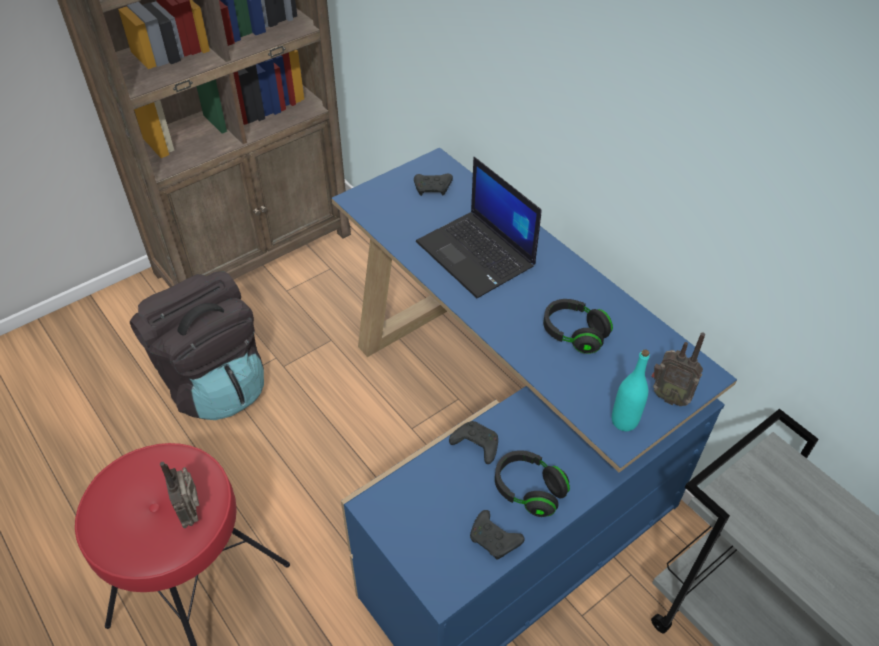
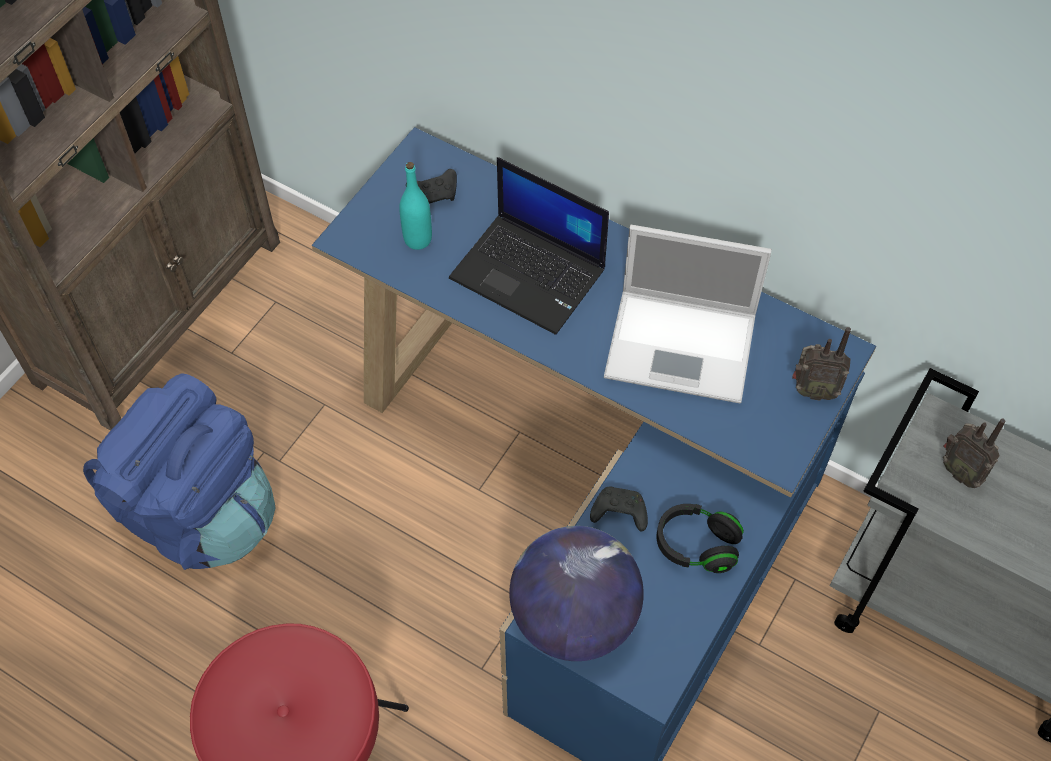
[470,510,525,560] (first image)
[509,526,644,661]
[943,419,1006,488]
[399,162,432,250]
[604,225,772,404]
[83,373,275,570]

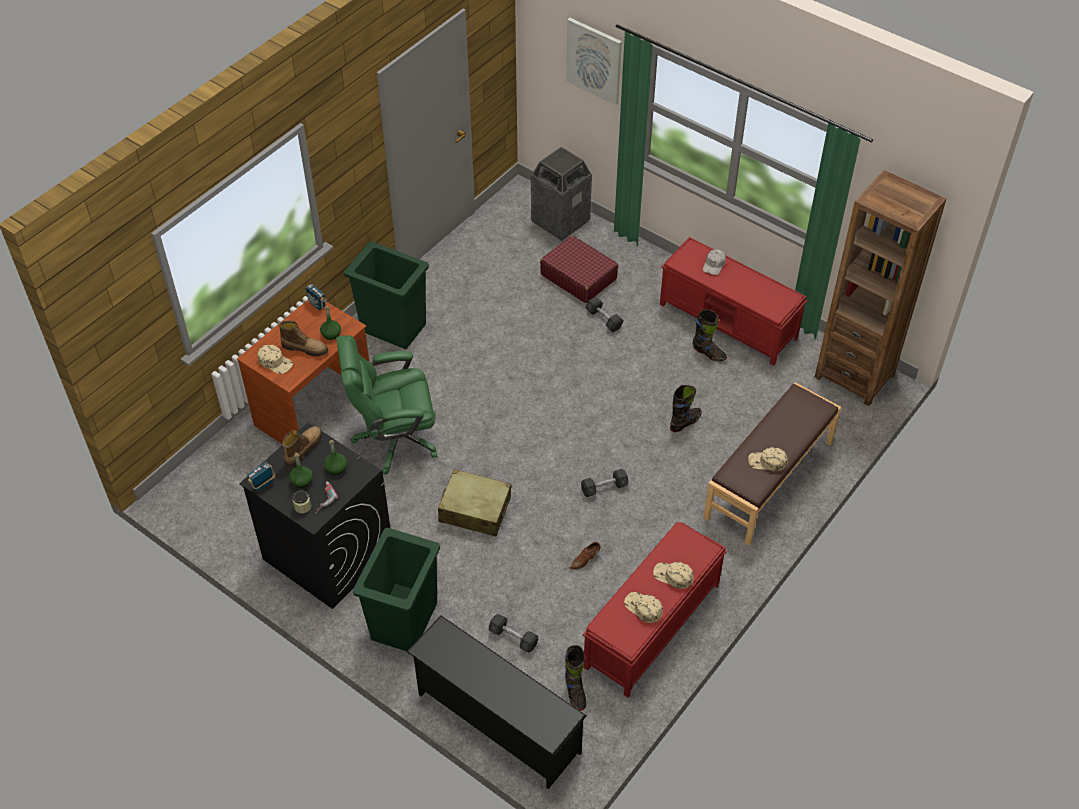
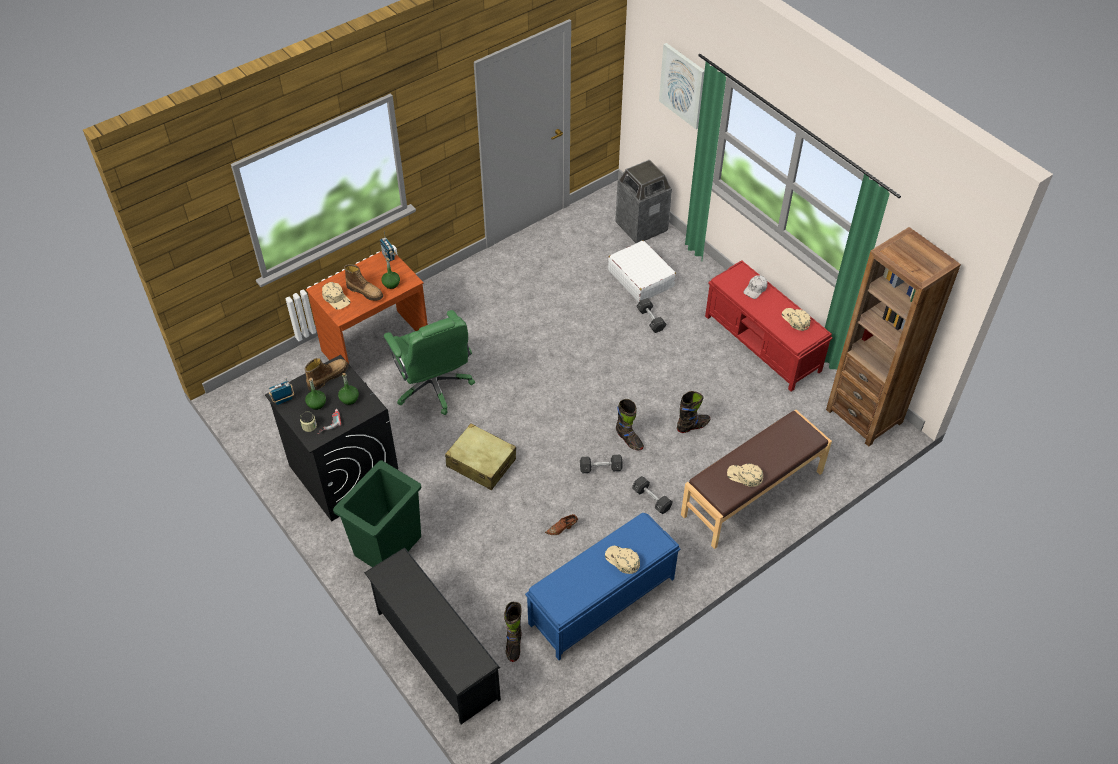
[344,242,429,349] (first image)
[632,476,673,514]
[782,308,811,331]
[616,399,644,450]
[608,241,676,302]
[525,513,680,660]
[384,310,475,415]

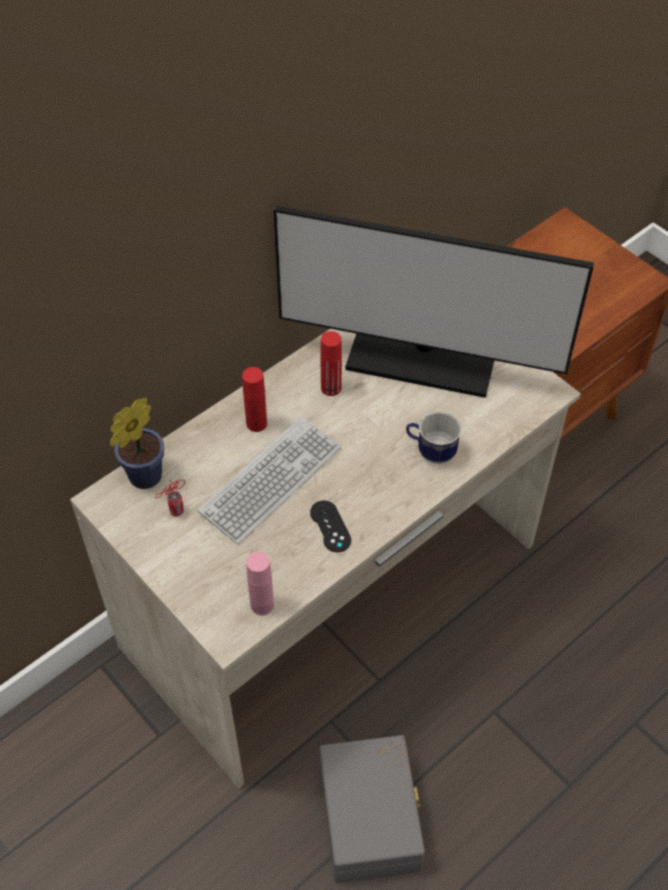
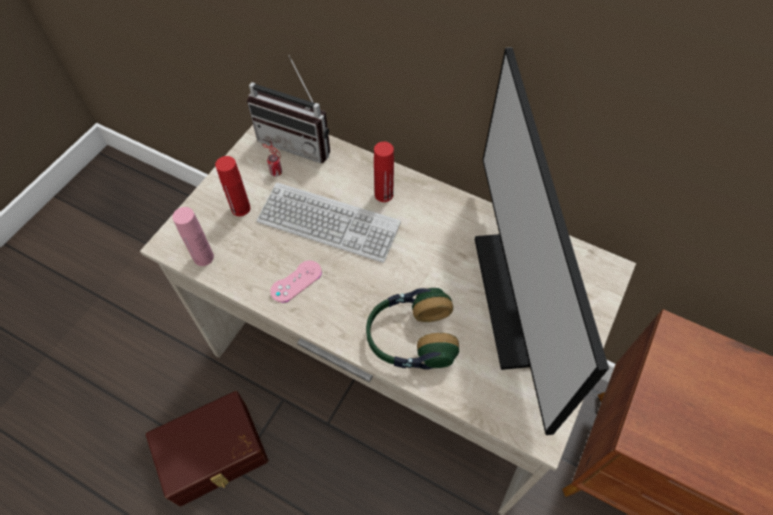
[215,156,251,216]
[247,55,330,163]
[366,288,459,369]
[270,260,322,303]
[146,391,268,507]

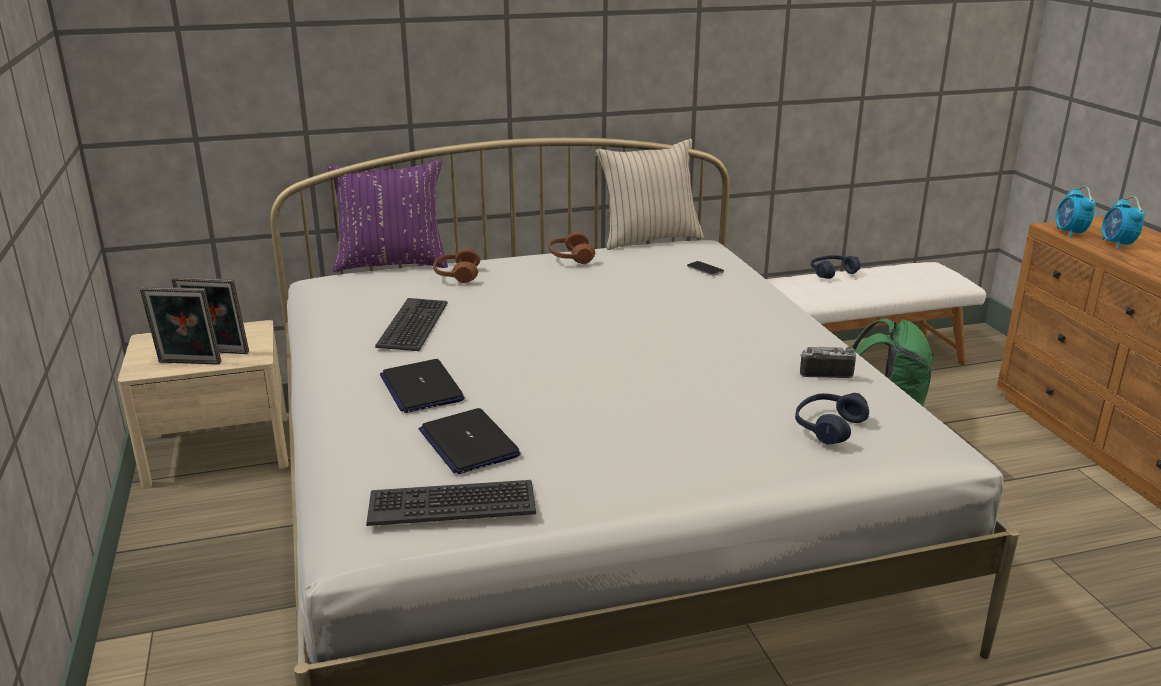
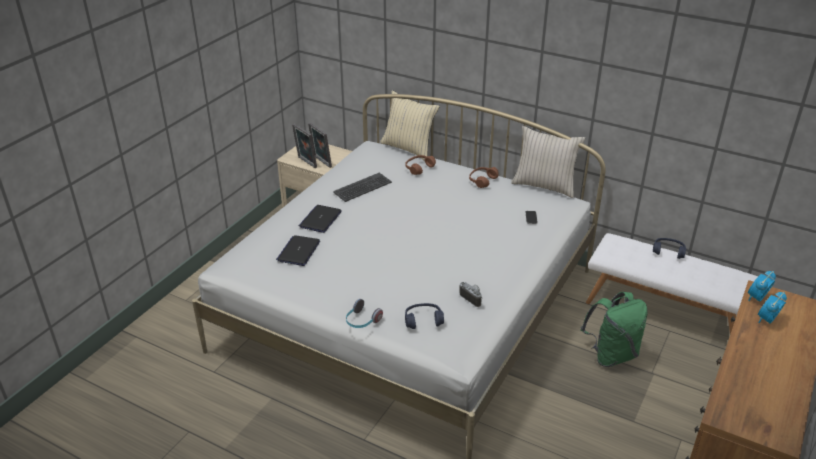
[366,480,536,526] (first image)
[346,299,383,328]
[380,90,440,161]

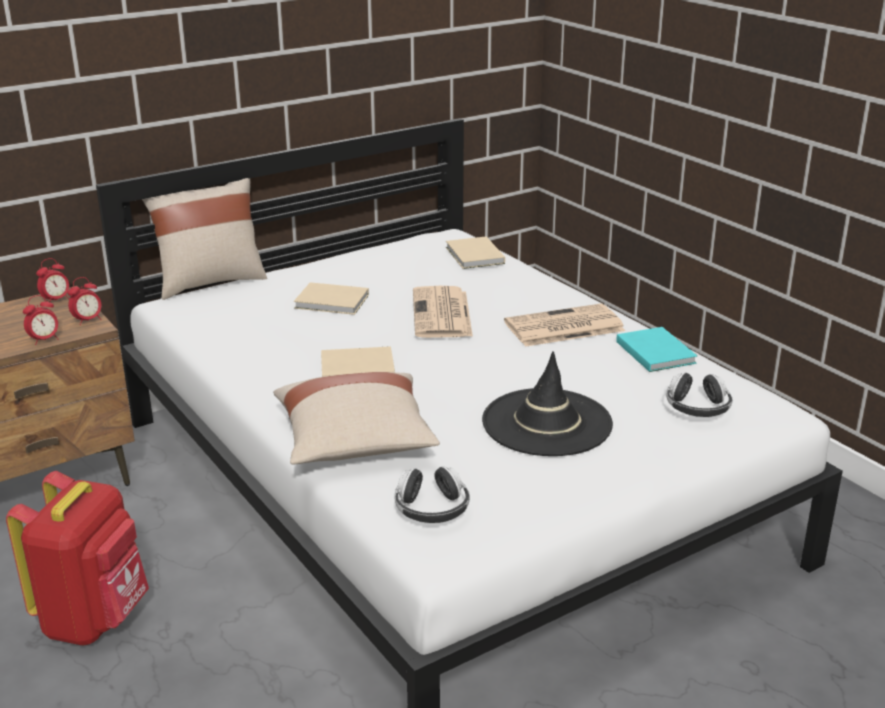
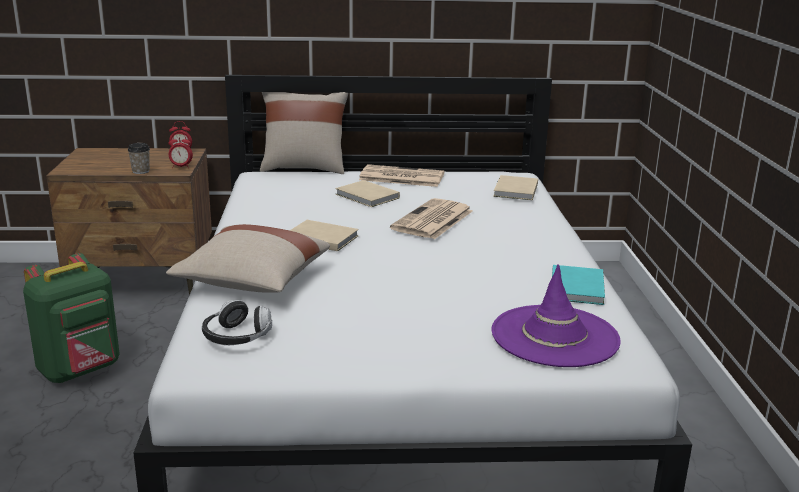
[482,351,613,456] (first image)
[359,164,444,187]
[127,143,150,174]
[491,264,621,367]
[23,253,120,383]

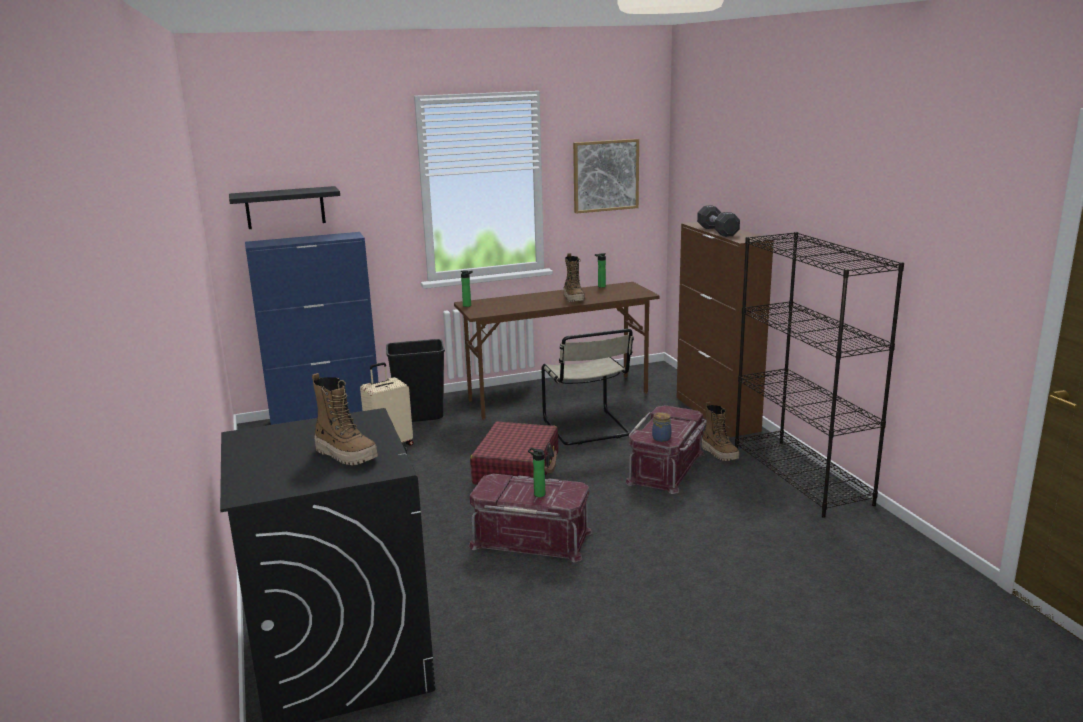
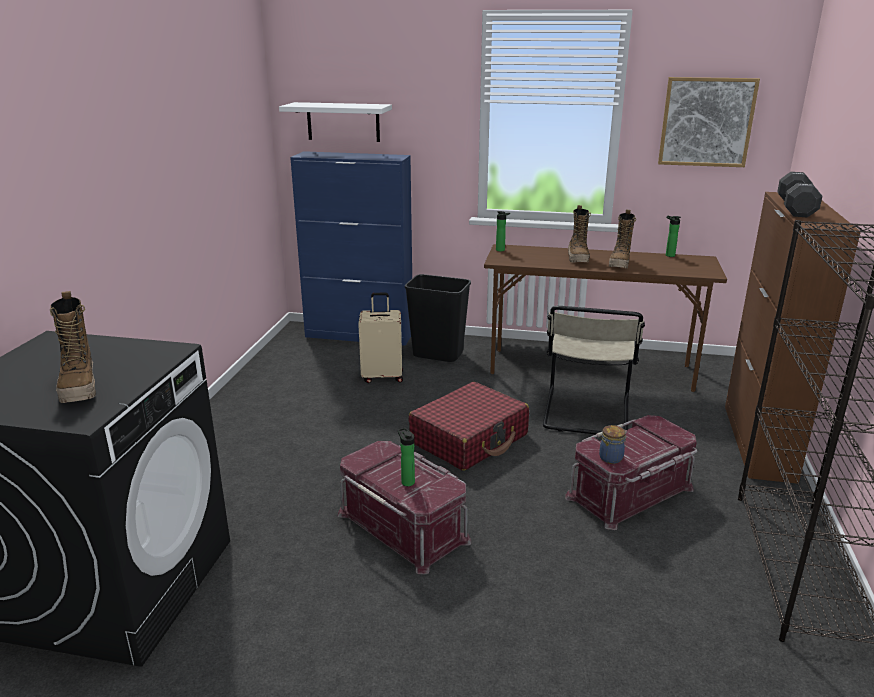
[568,205,591,263]
[279,102,392,142]

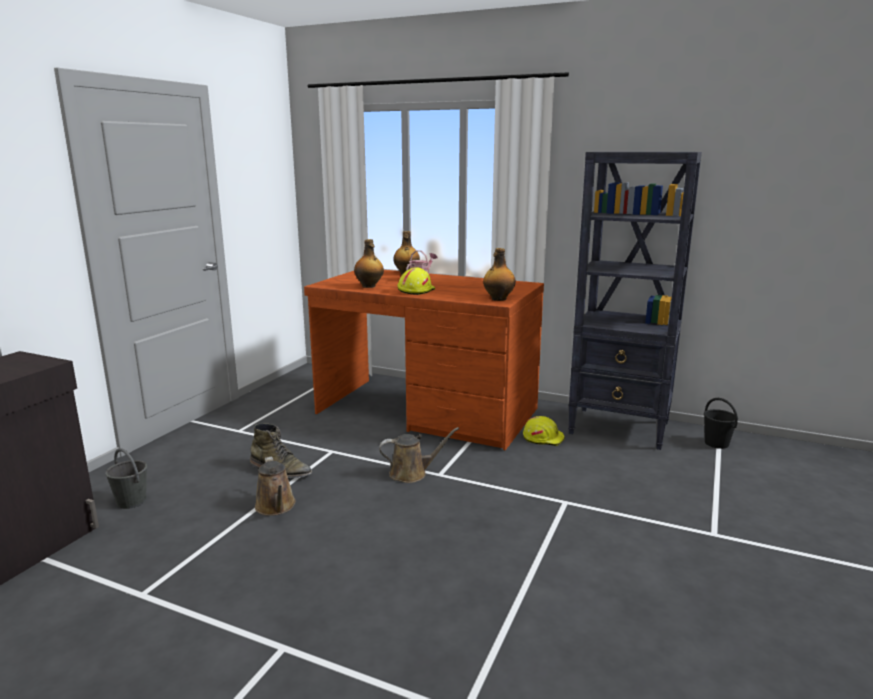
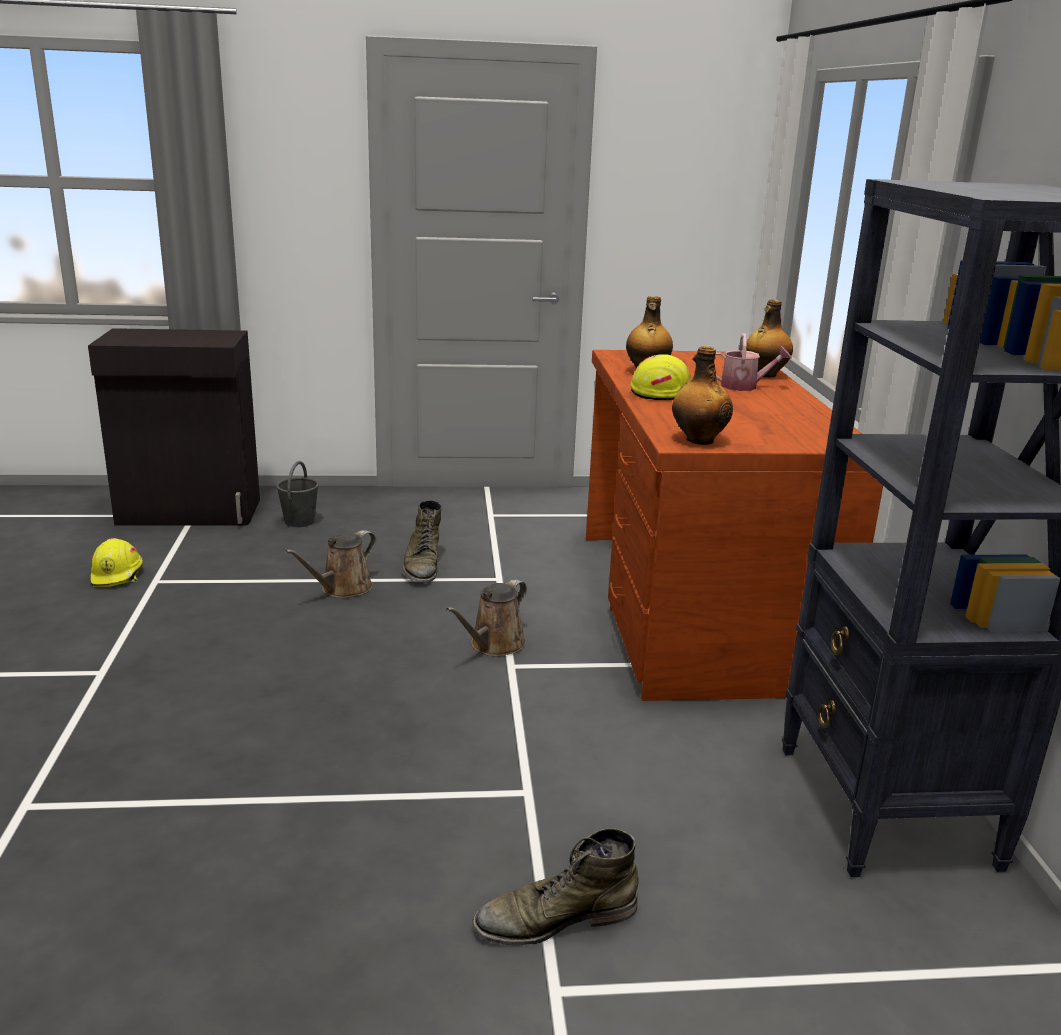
[704,398,738,449] (first image)
[473,828,639,946]
[90,538,143,587]
[446,579,527,656]

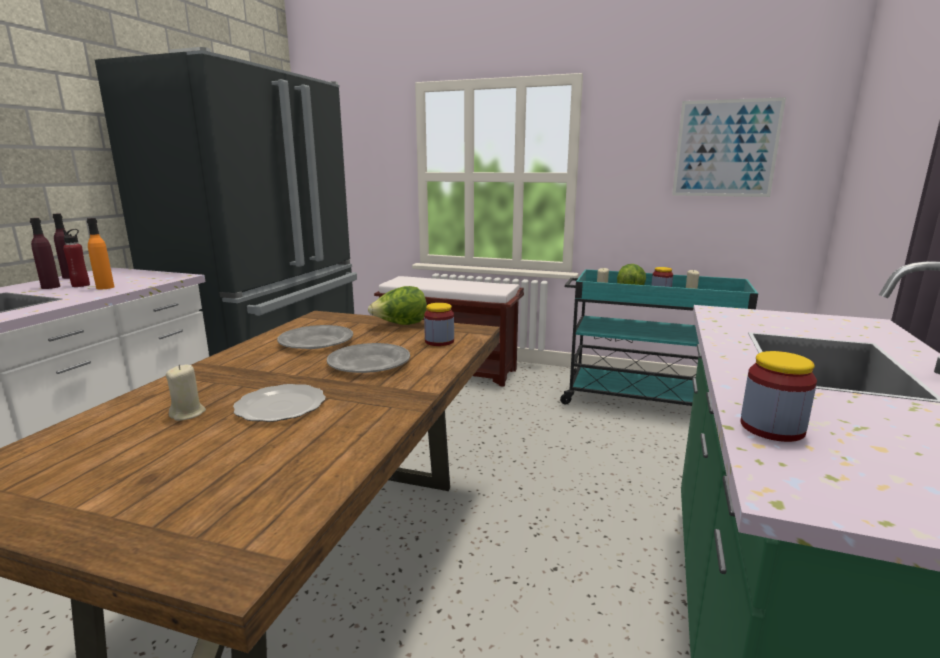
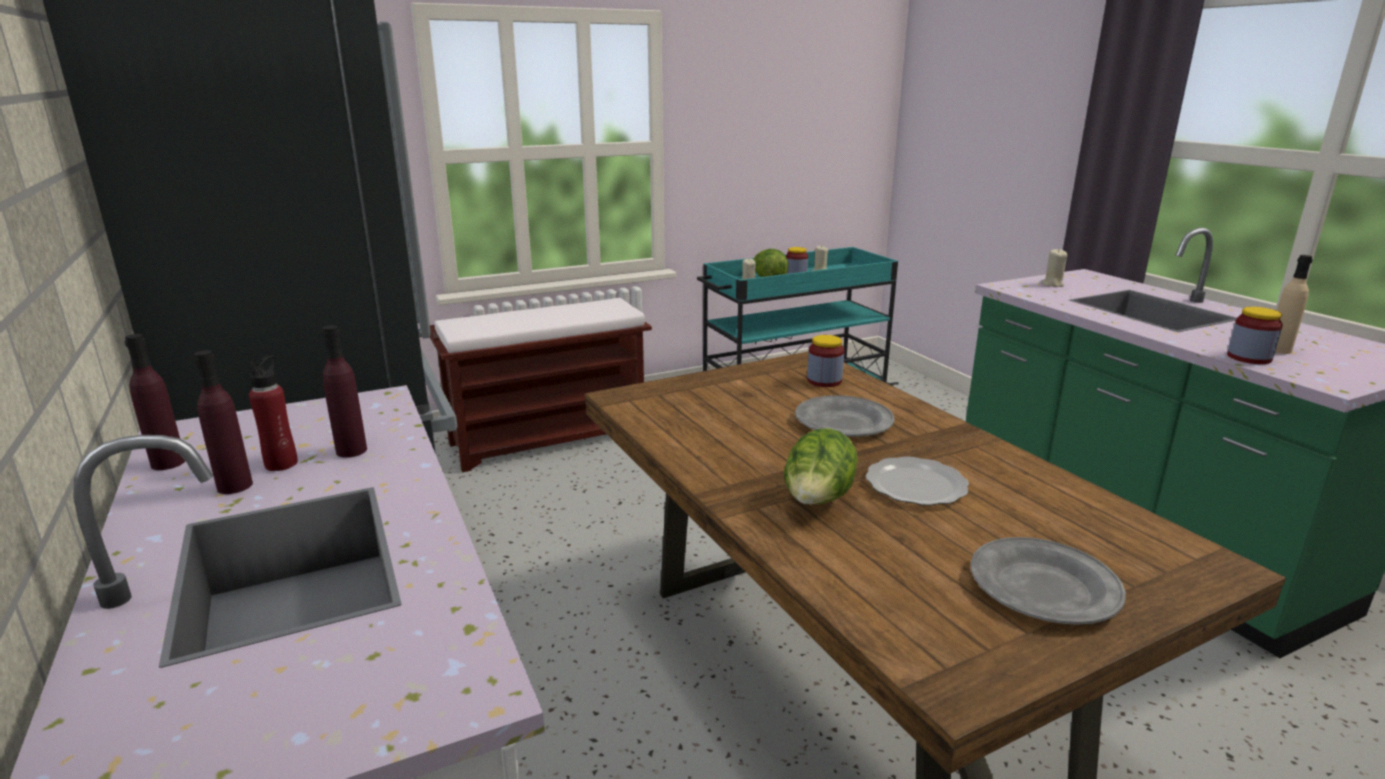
[672,97,786,197] (first image)
[1275,255,1313,354]
[1041,249,1067,287]
[971,537,1126,625]
[784,428,858,505]
[322,325,367,458]

